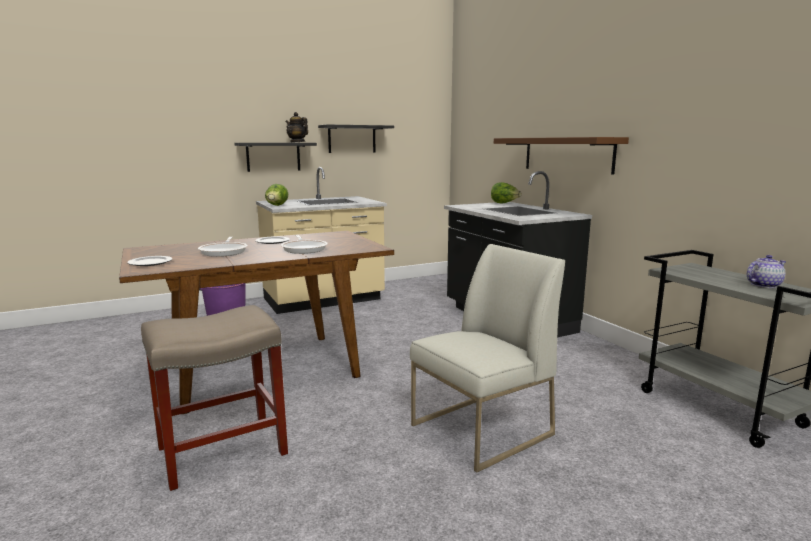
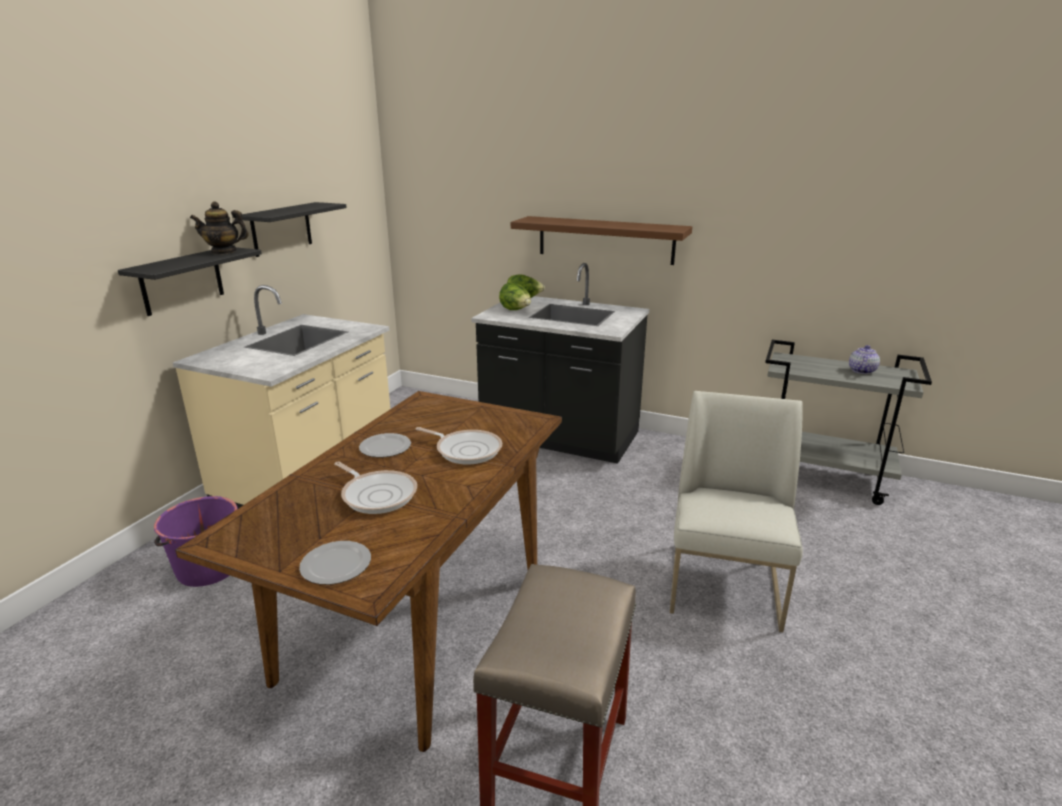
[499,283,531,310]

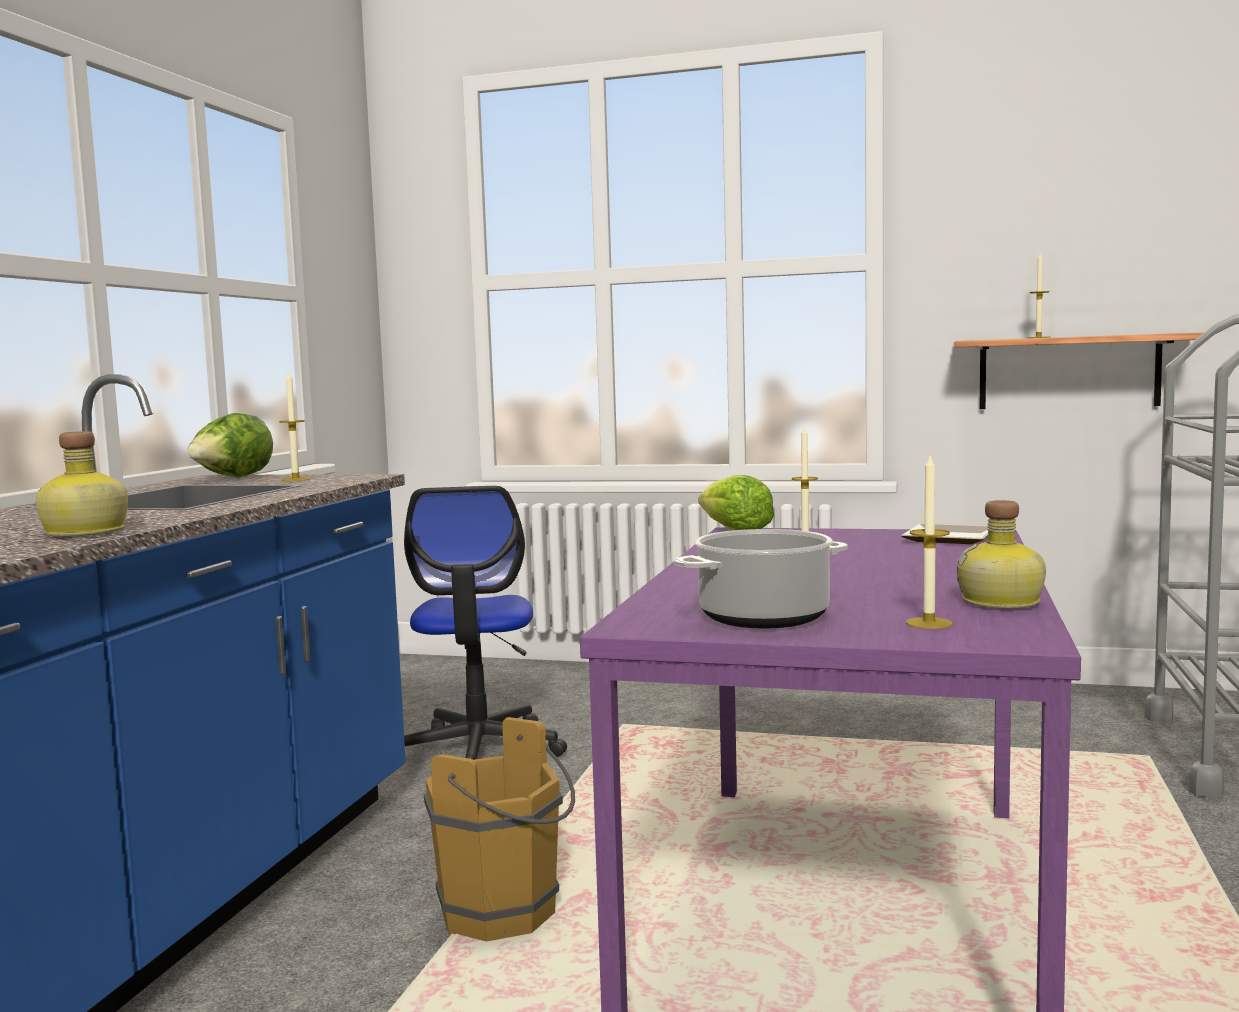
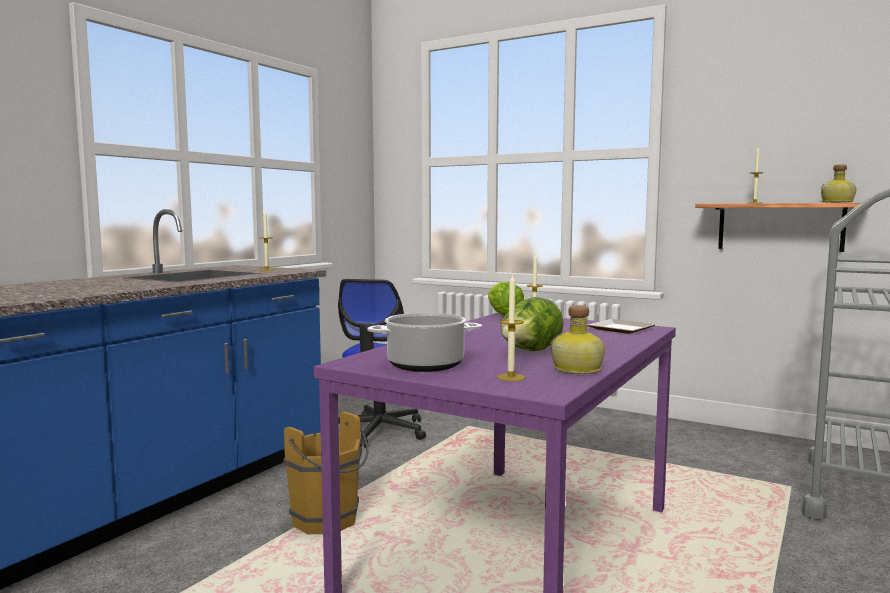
[821,164,857,203]
[501,297,564,351]

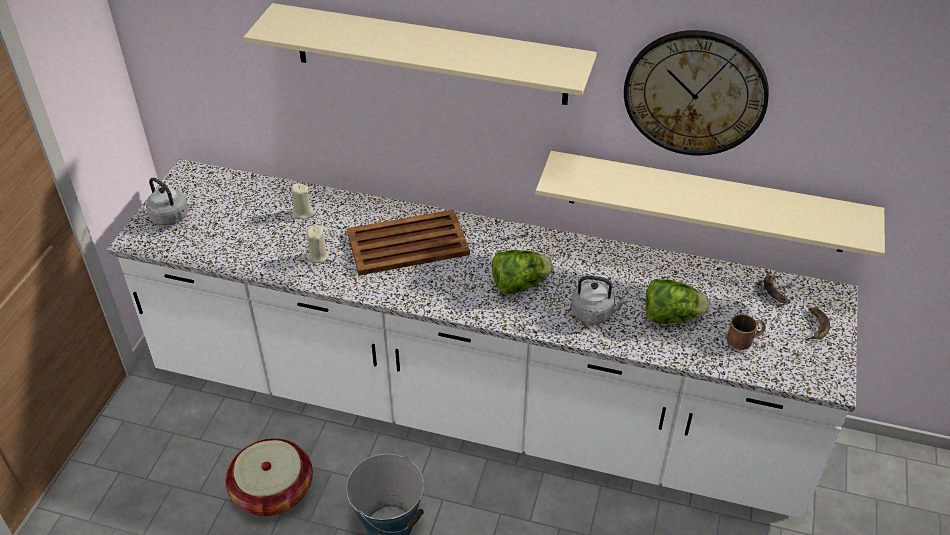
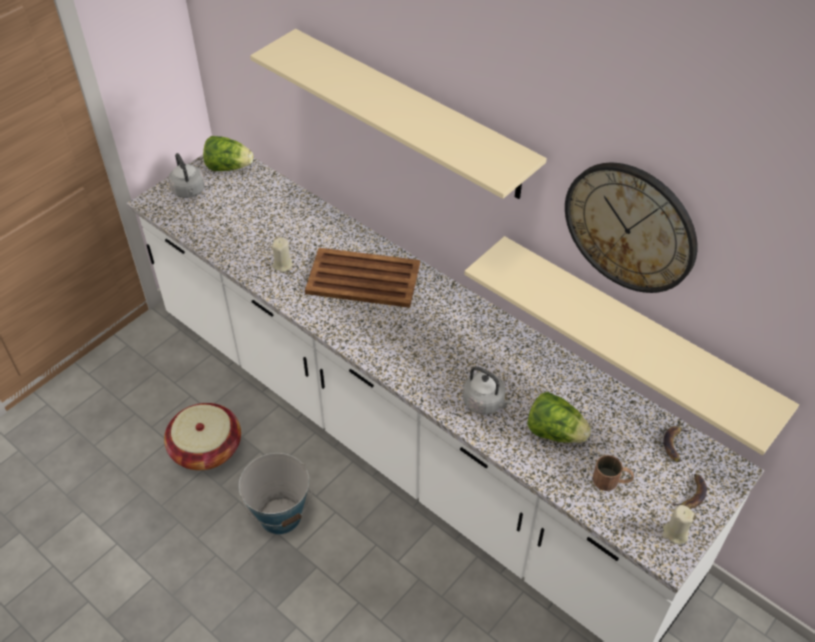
[662,505,694,544]
[203,136,254,171]

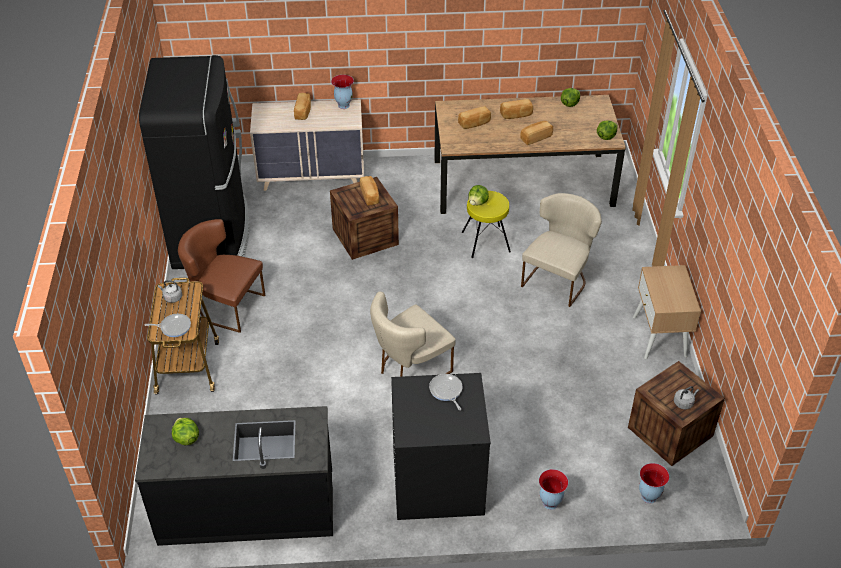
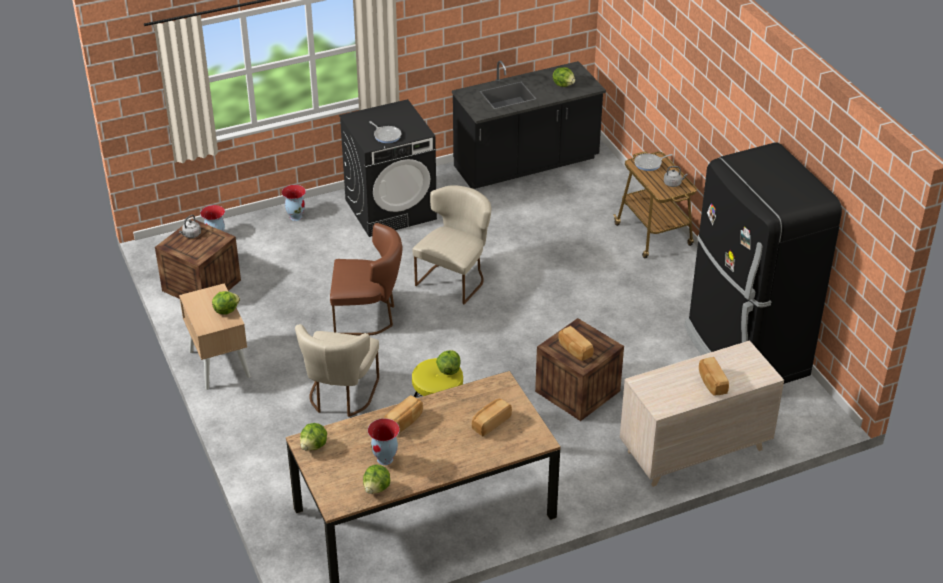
[500,99,533,119] (first image)
[212,291,240,315]
[330,223,402,335]
[368,419,400,465]

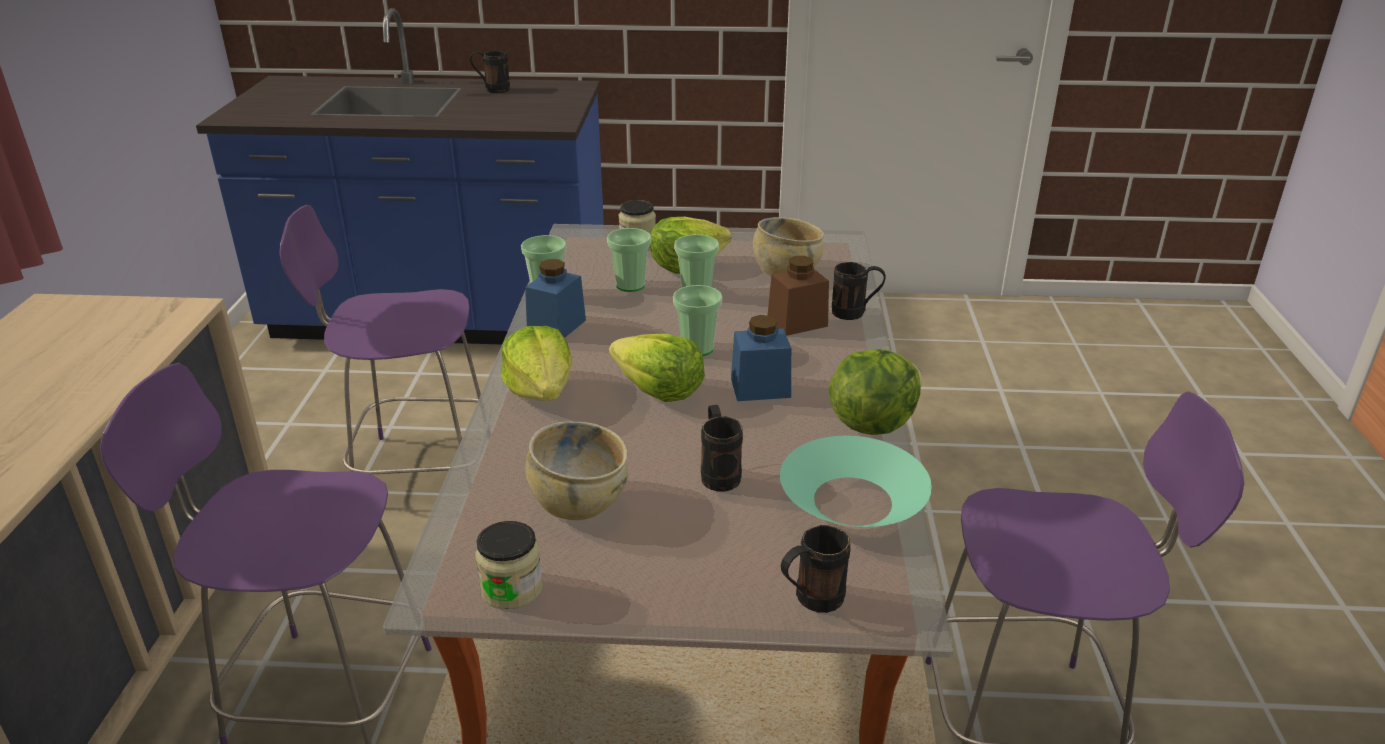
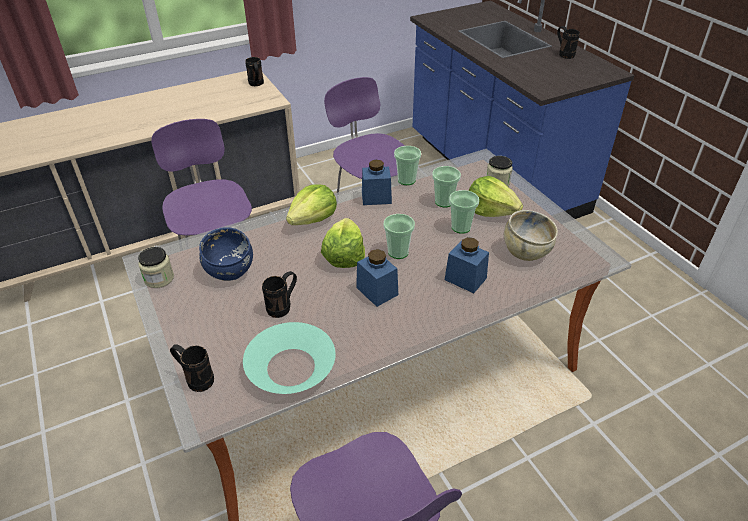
[828,349,922,435] (first image)
[245,57,264,86]
[199,227,253,281]
[445,237,489,293]

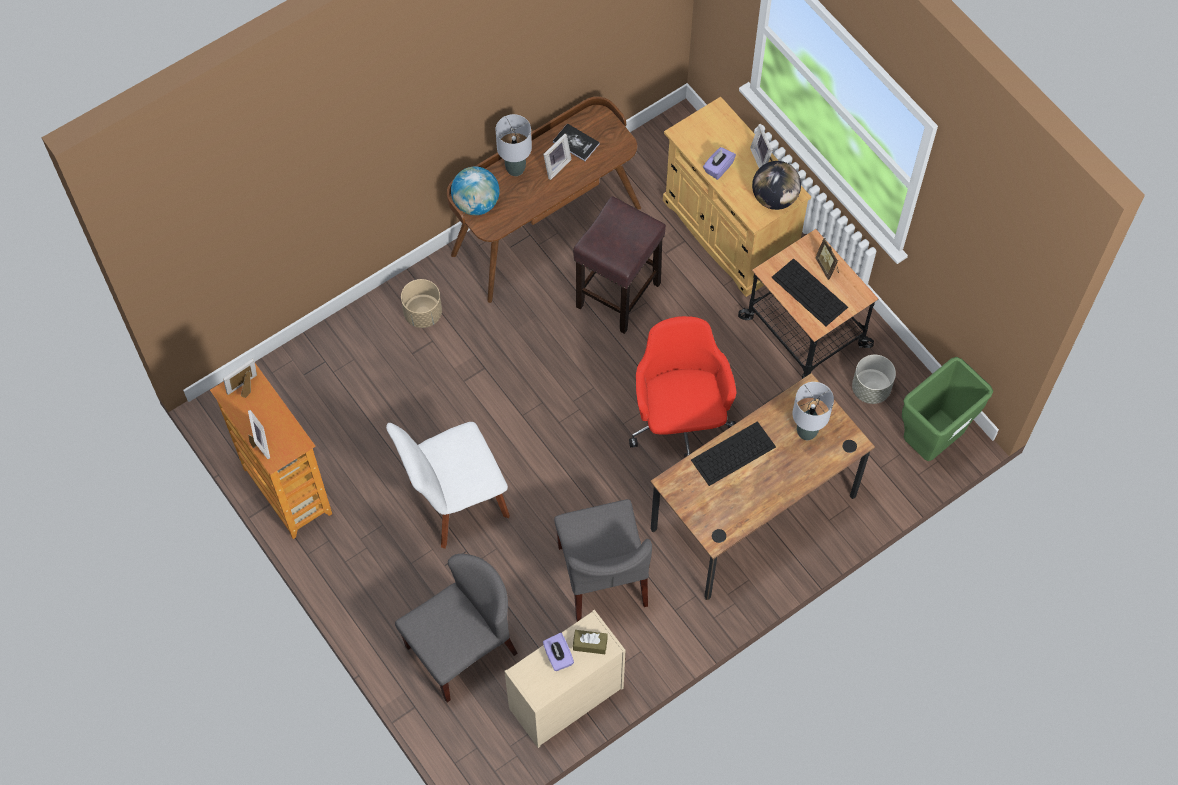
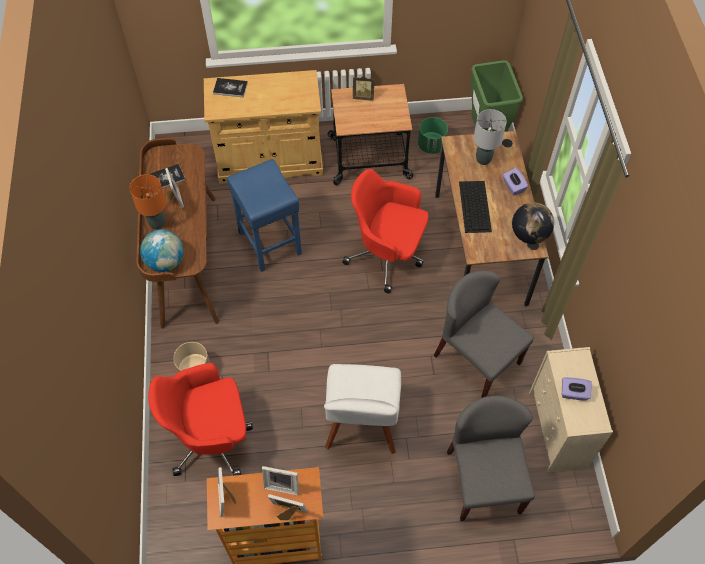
[573,630,608,654] (first image)
[771,258,848,326] (first image)
[148,363,253,476]
[213,78,248,98]
[503,168,528,196]
[262,466,299,495]
[512,202,554,244]
[129,174,166,230]
[227,159,302,272]
[418,117,448,154]
[434,270,534,398]

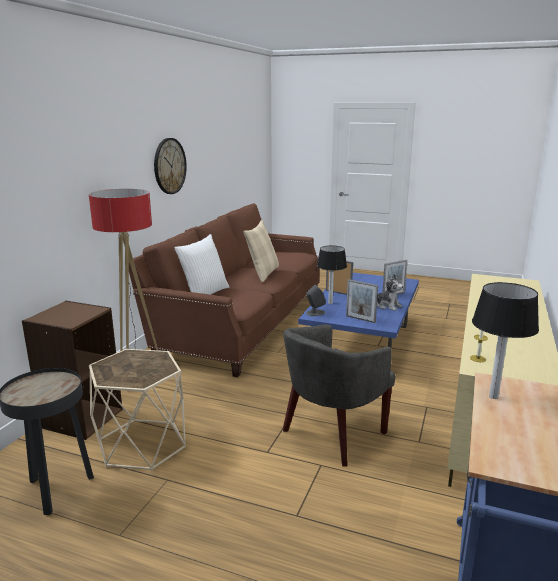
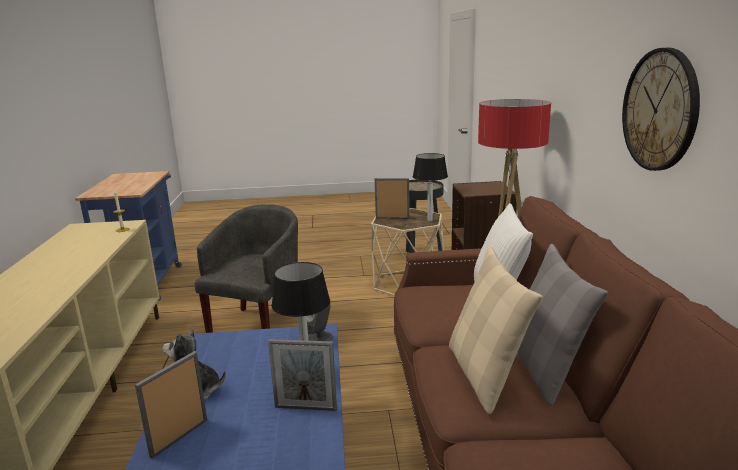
[517,244,608,406]
[375,178,409,219]
[413,153,448,221]

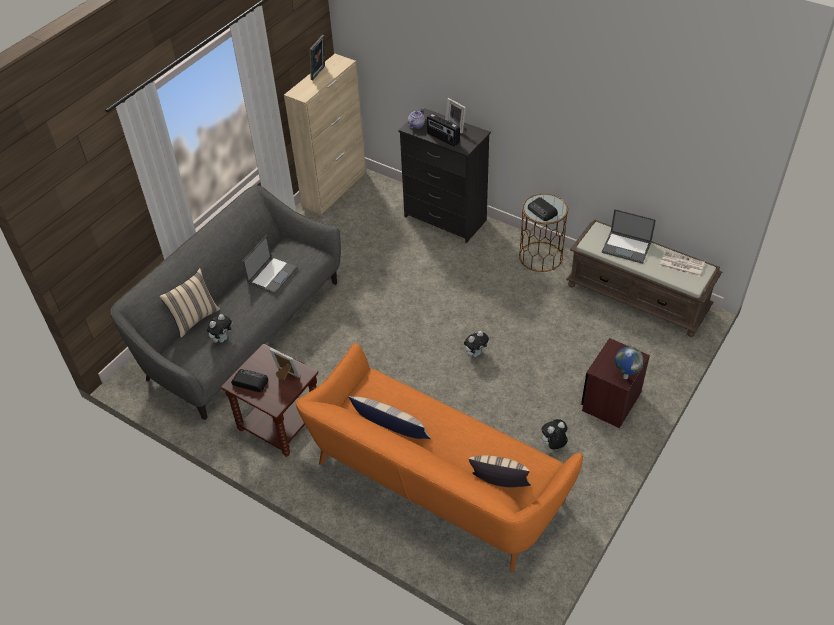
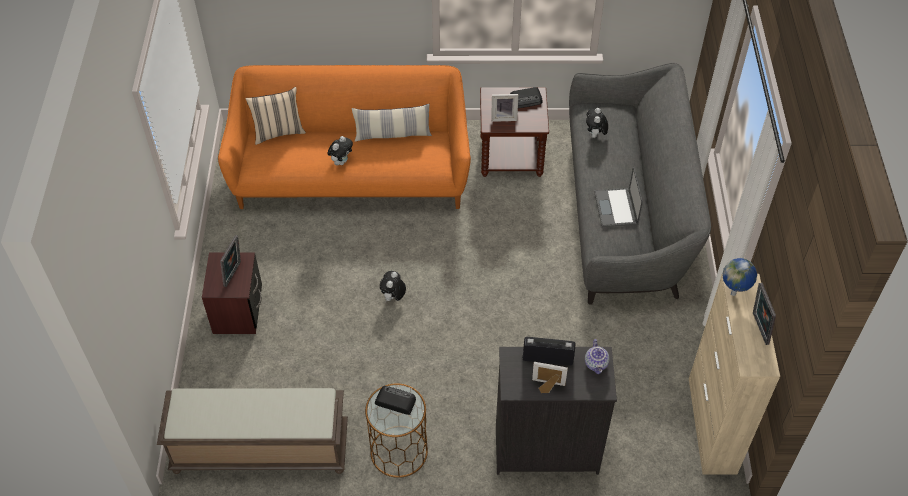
[159,268,220,338] (first image)
[602,209,656,264] (first image)
[659,251,705,277] (first image)
[220,235,241,287]
[327,136,353,165]
[722,258,757,296]

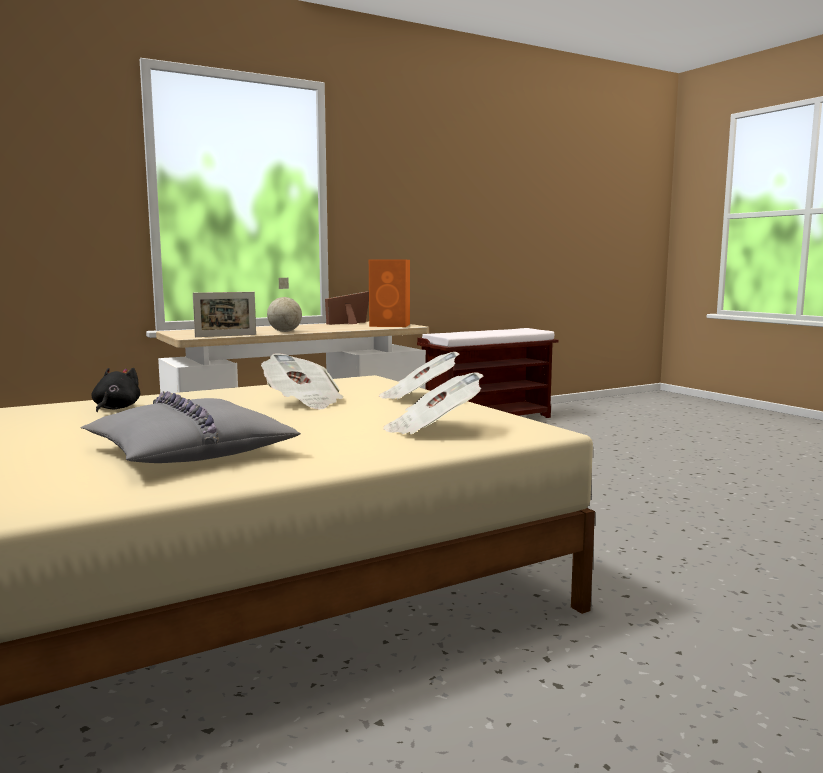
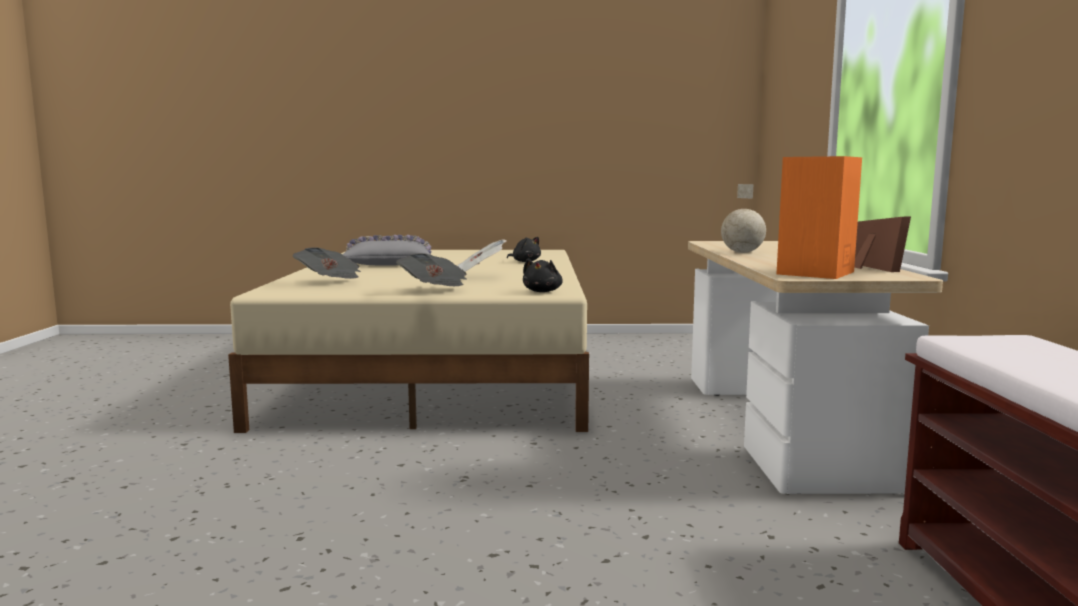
[193,292,256,337] (first image)
[523,258,563,292]

